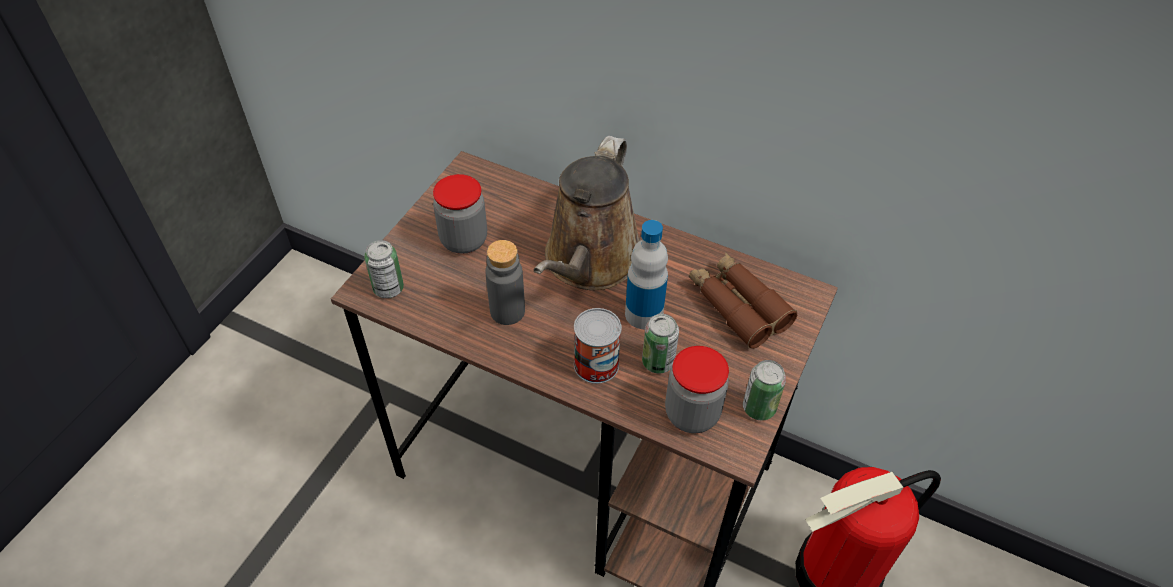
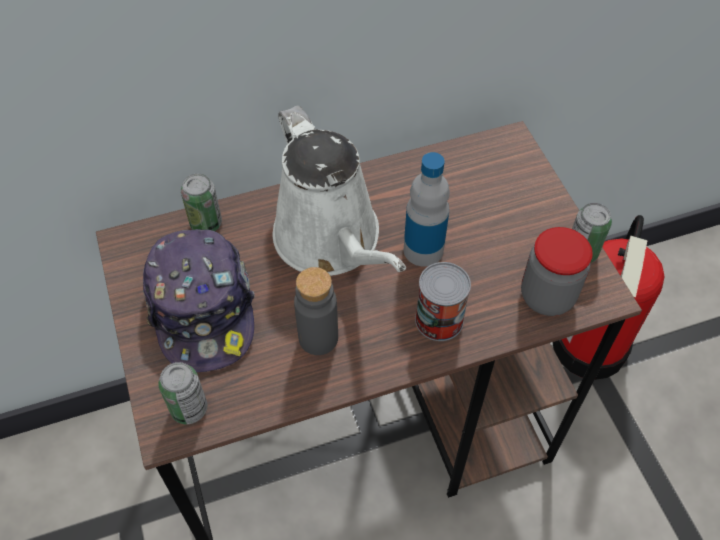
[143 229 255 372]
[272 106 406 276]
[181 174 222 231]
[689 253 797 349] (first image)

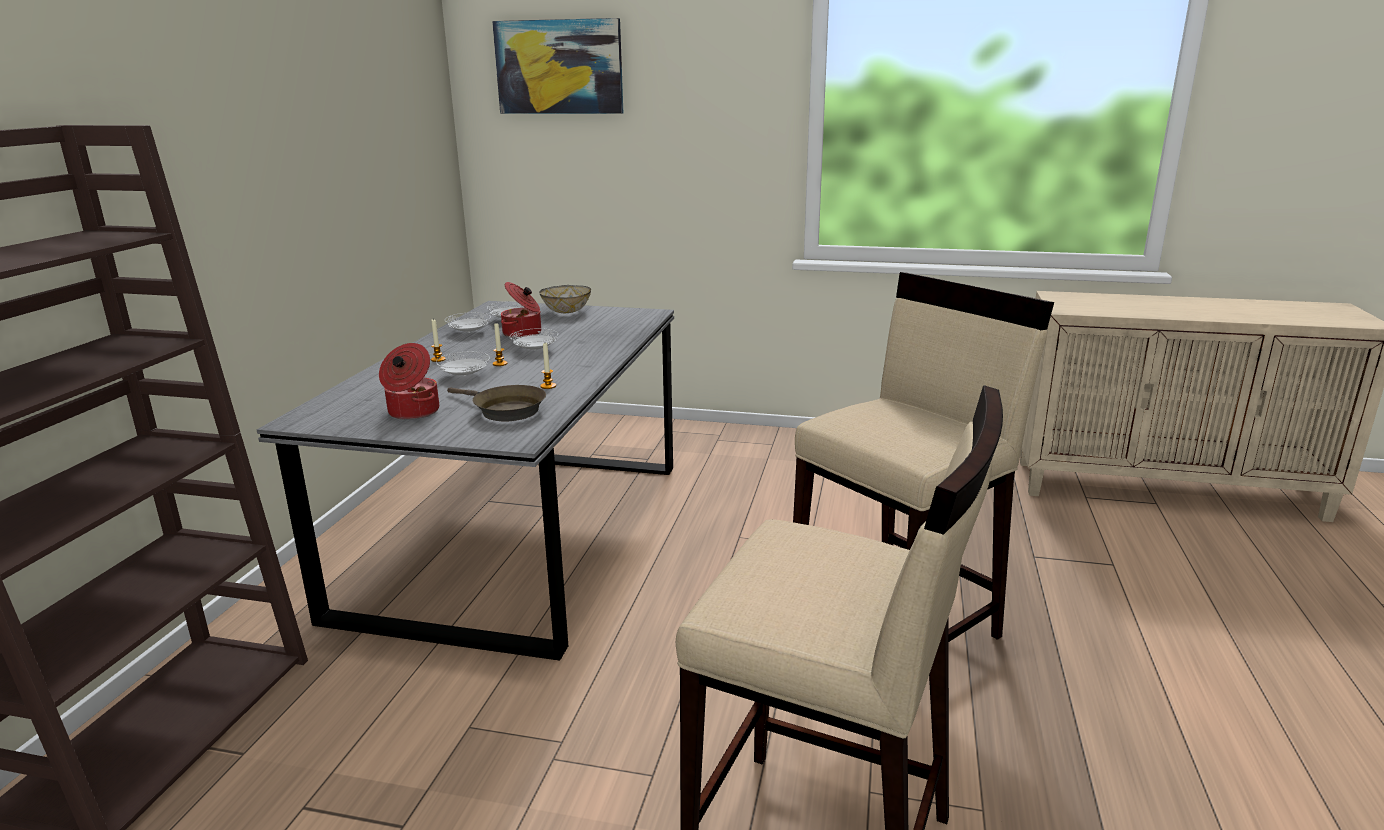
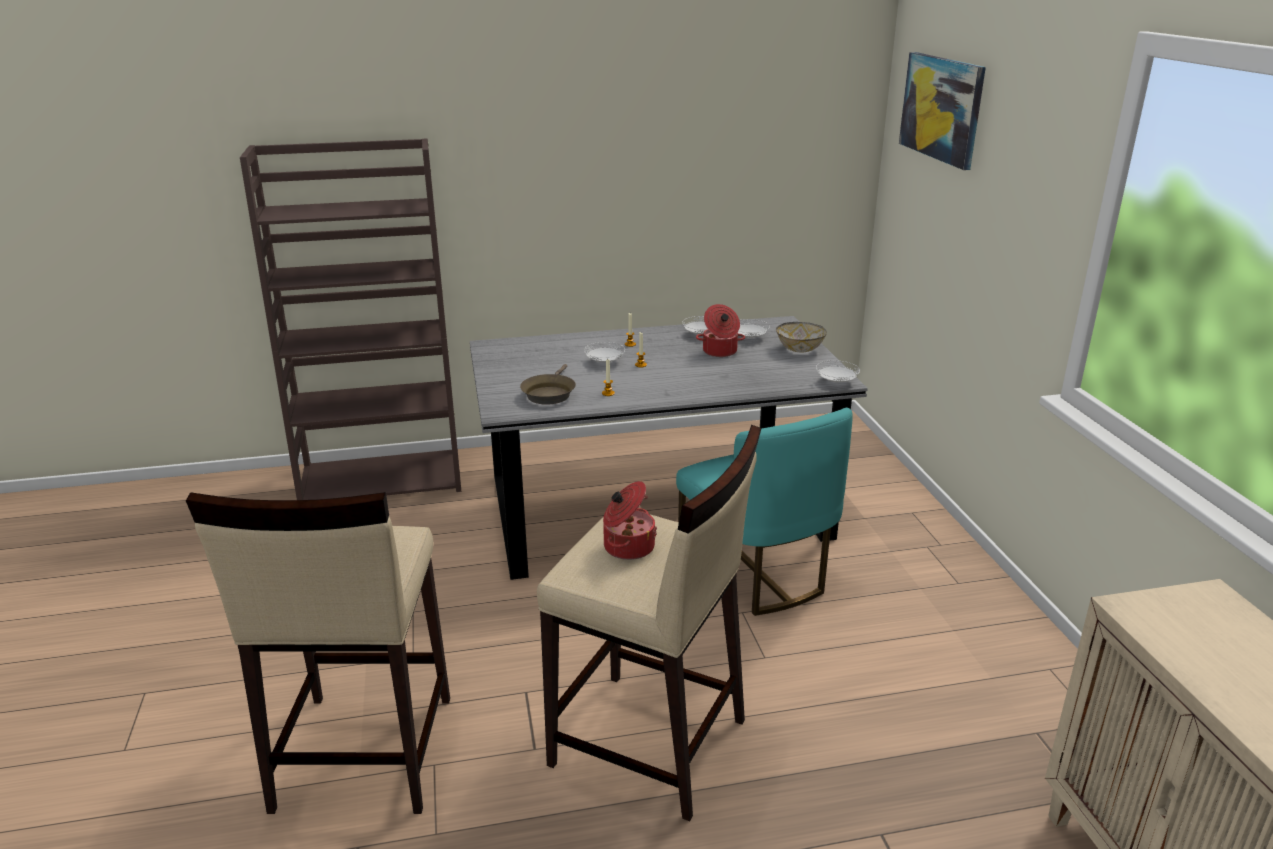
[603 481 657 560]
[816 360 860 382]
[676 408 853 616]

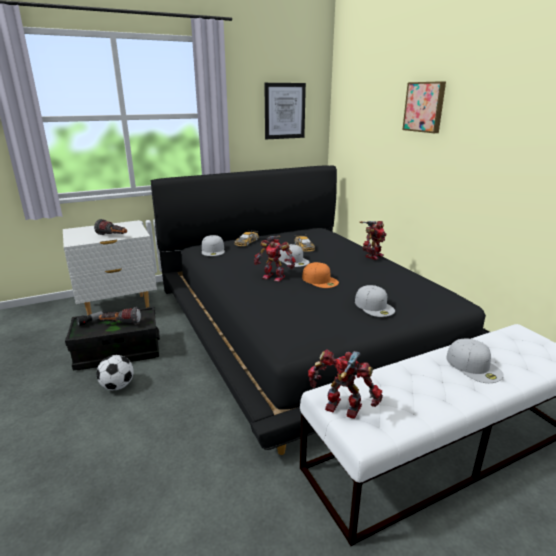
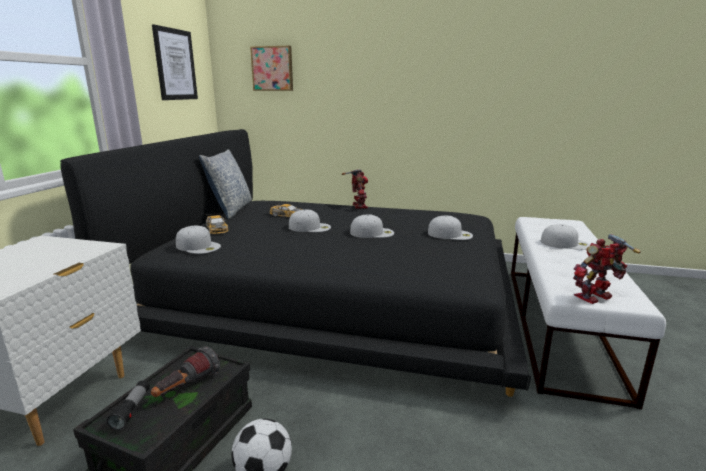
[94 219 127 235] (first image)
[254 235 296 282] (first image)
[350 214 394 238]
[250 46 293 91]
[199 149 252 219]

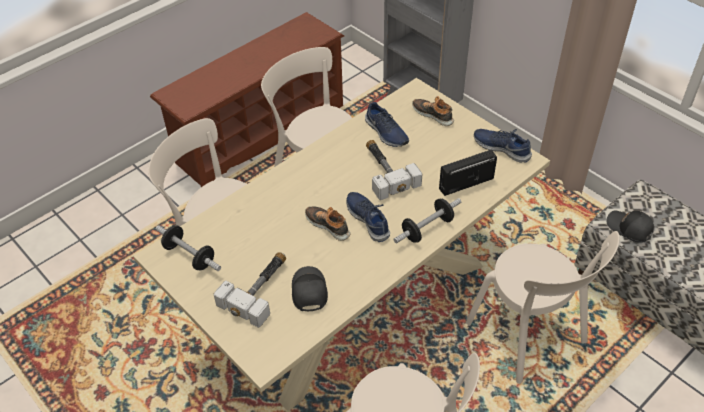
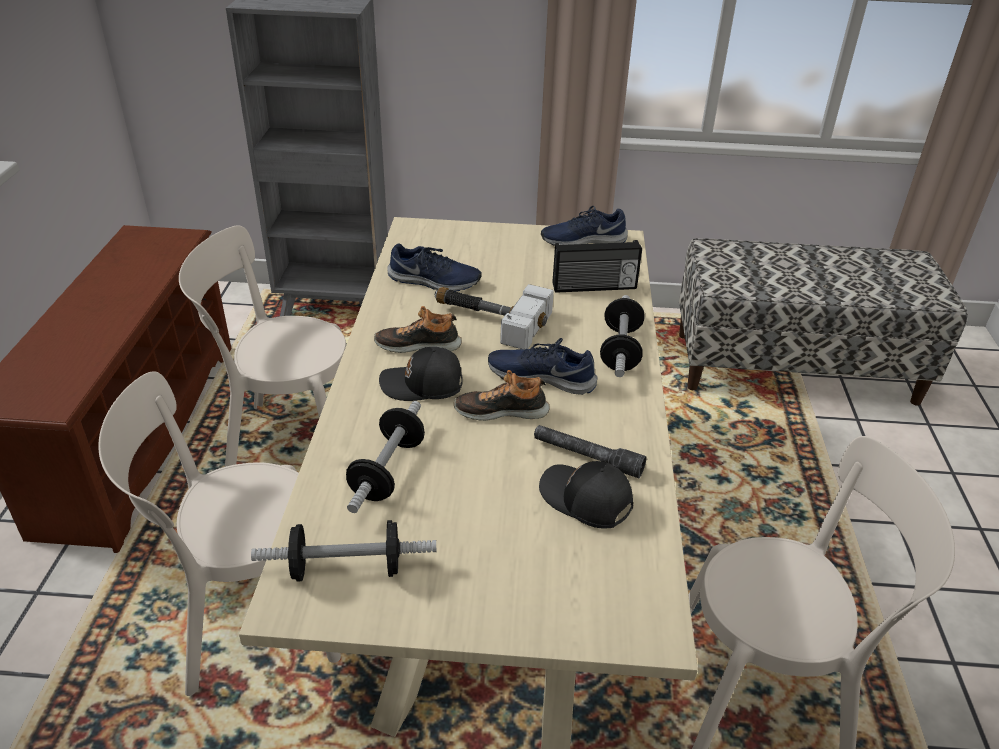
[214 252 286 328] (first image)
[374 306 462 353]
[552 240 642 293]
[466 231 619 384] (first image)
[379 347 463 401]
[346 401 425 513]
[534 425 647 478]

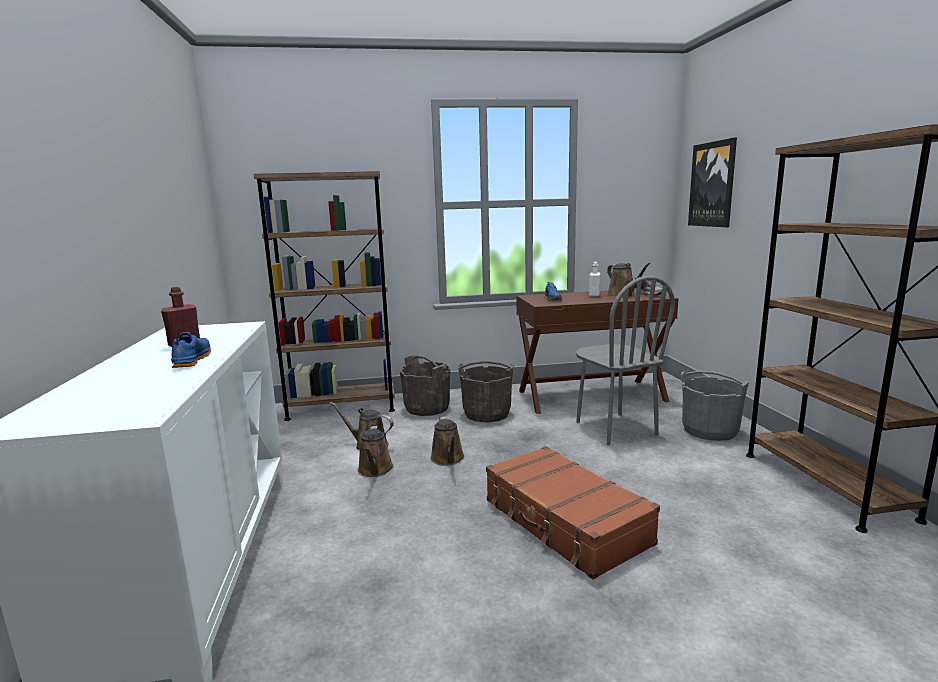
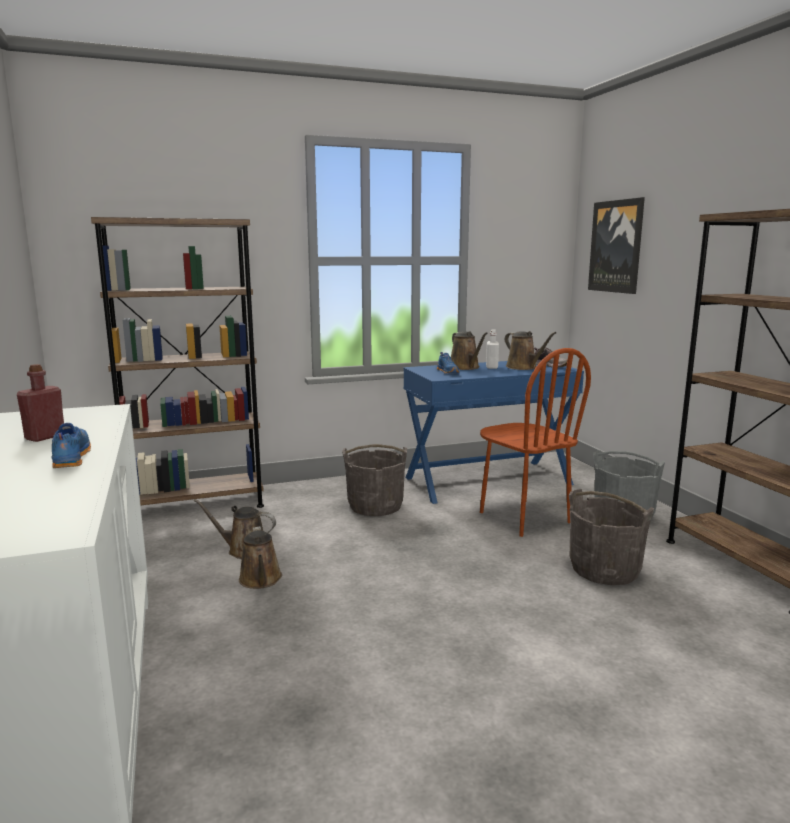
[569 489 654 585]
[451 331 488 370]
[486 446 660 579] (first image)
[403 361 584 504]
[480 348 591 537]

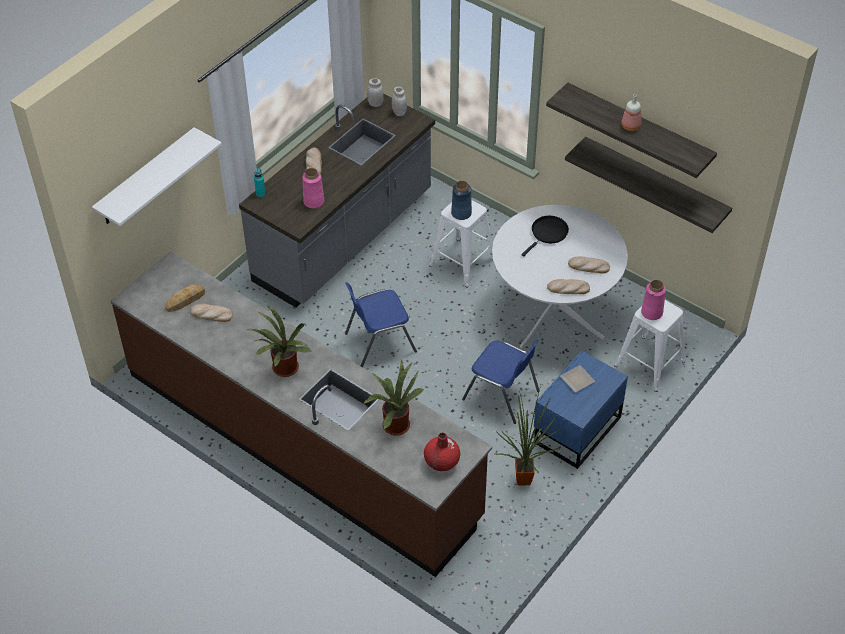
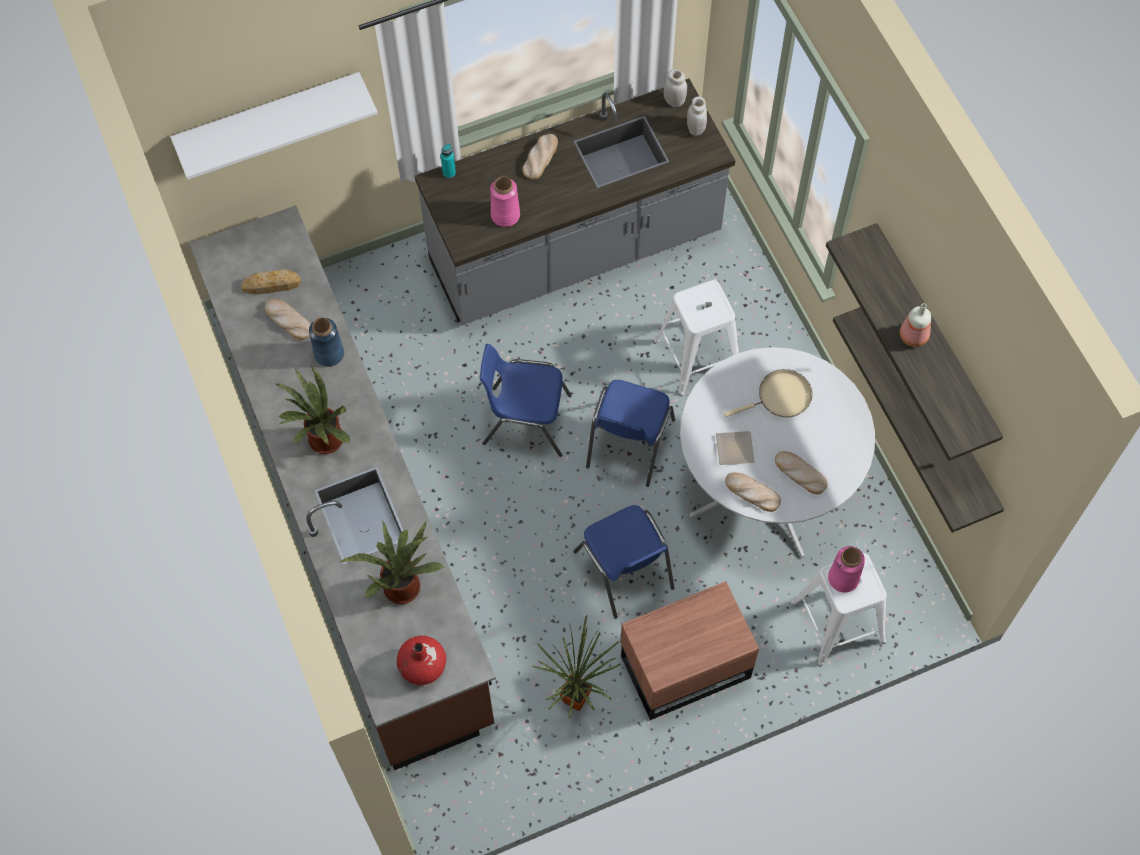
[309 317 344 367]
[724 369 812 418]
[620 581 759 720]
[716 431 754 465]
[586 380 675 487]

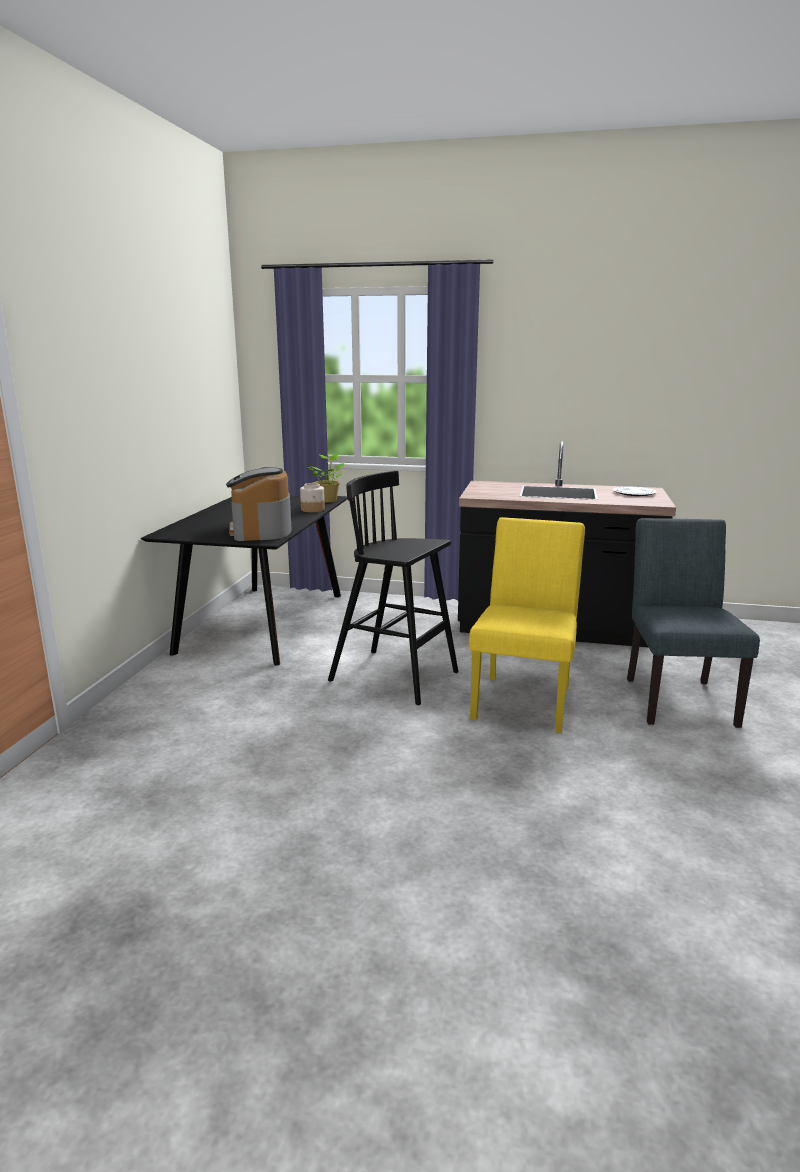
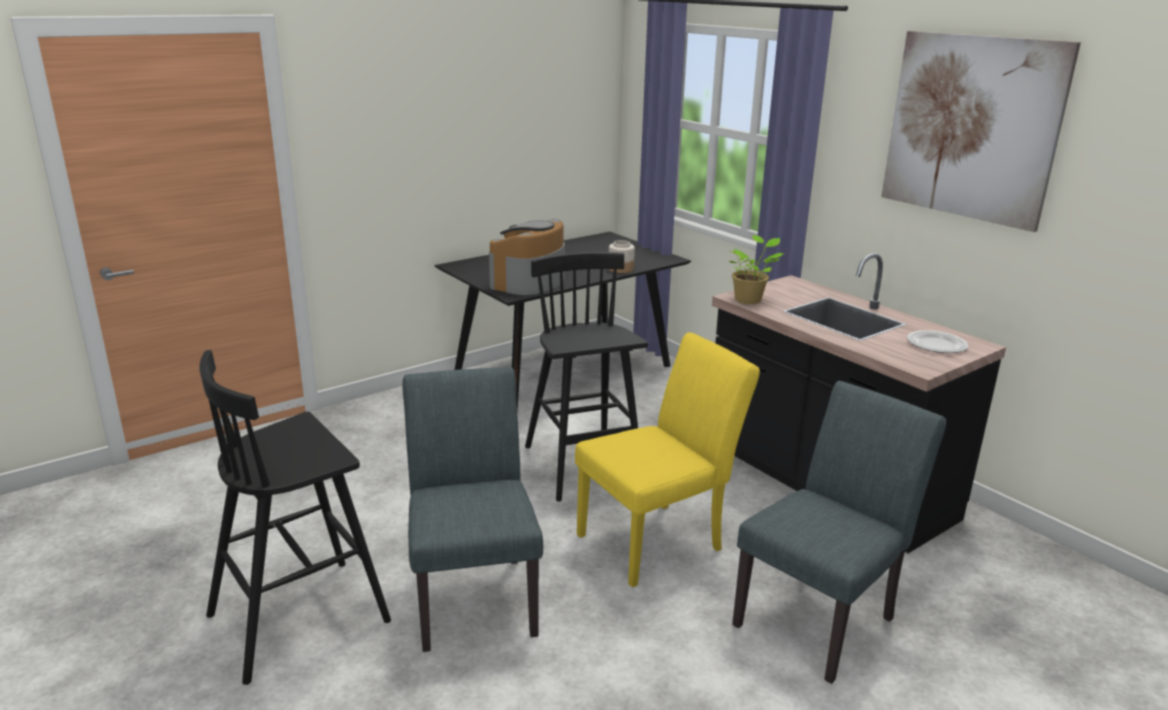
[729 235 784 304]
[199 350 391 685]
[402 367 543 652]
[881 31 1081 232]

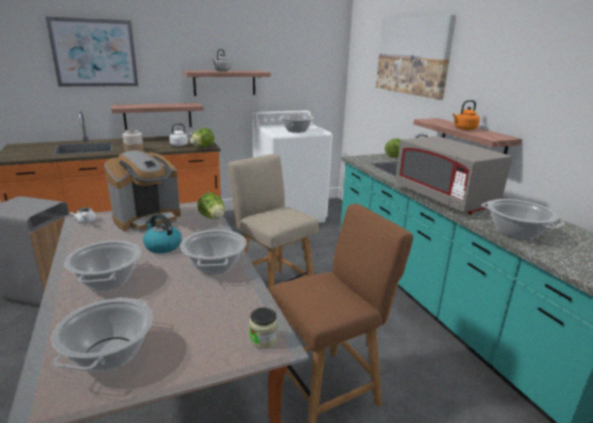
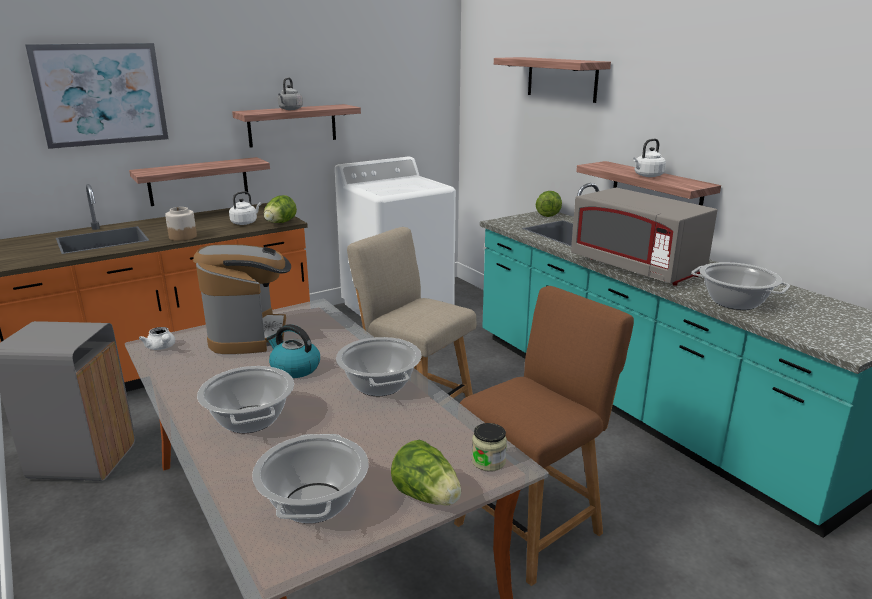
[193 244 291 354]
[391 440 461 506]
[279 114 315 133] (first image)
[494 57 611 103]
[633 139 666 177]

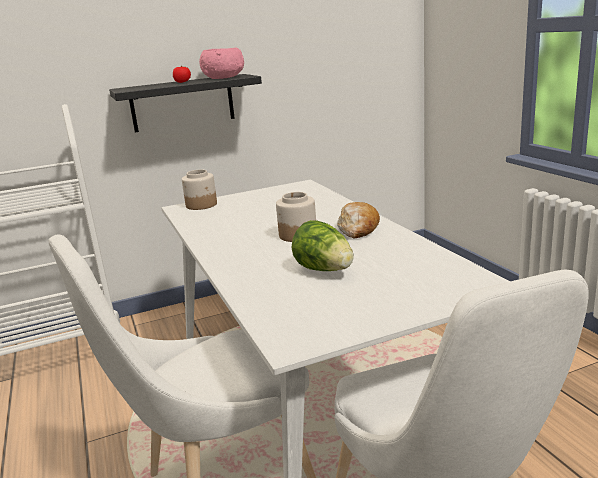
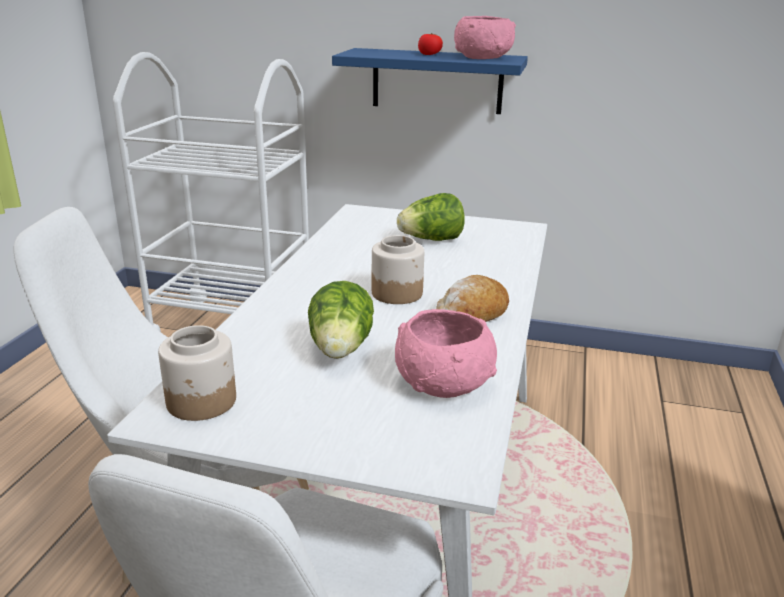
[332 48 528 114]
[158 325 236 421]
[395 309 497 398]
[397 193 465 241]

